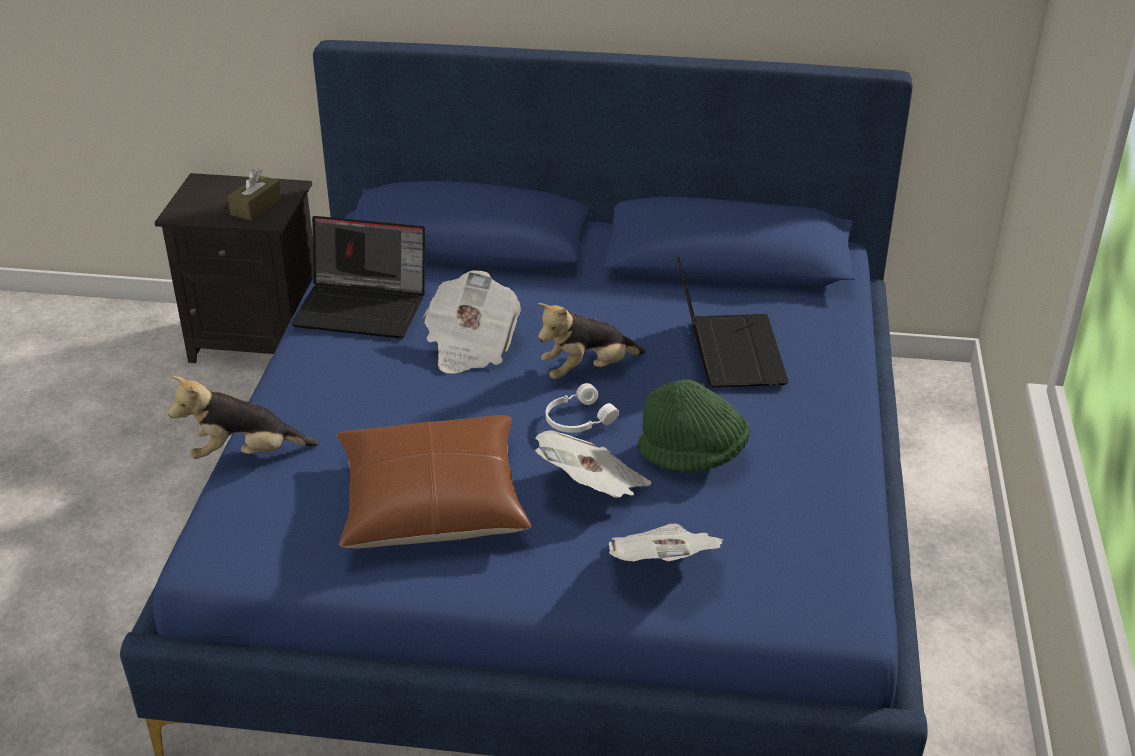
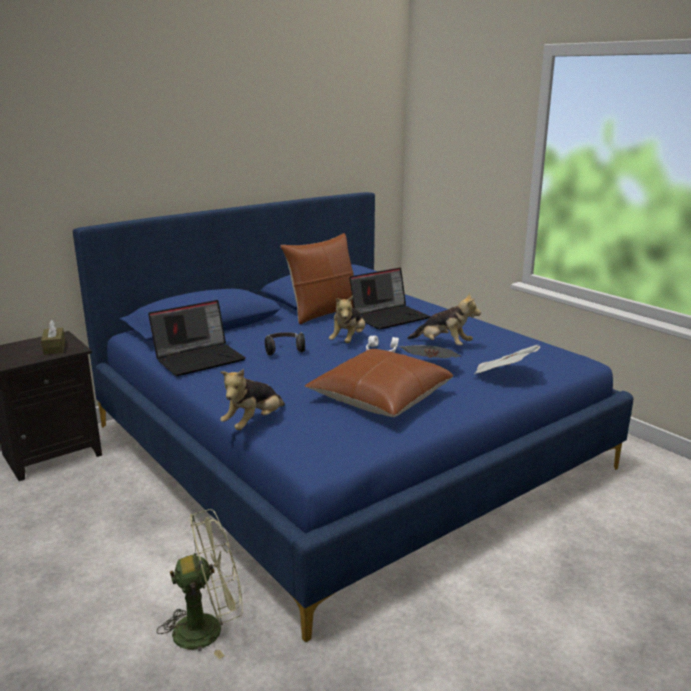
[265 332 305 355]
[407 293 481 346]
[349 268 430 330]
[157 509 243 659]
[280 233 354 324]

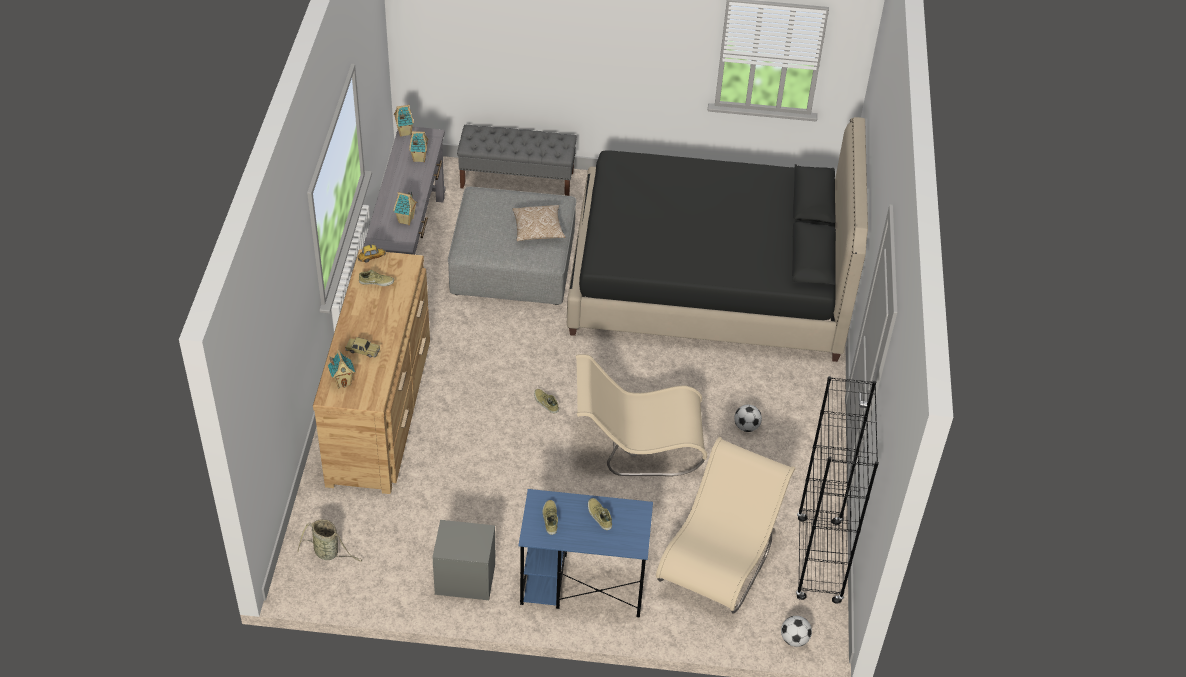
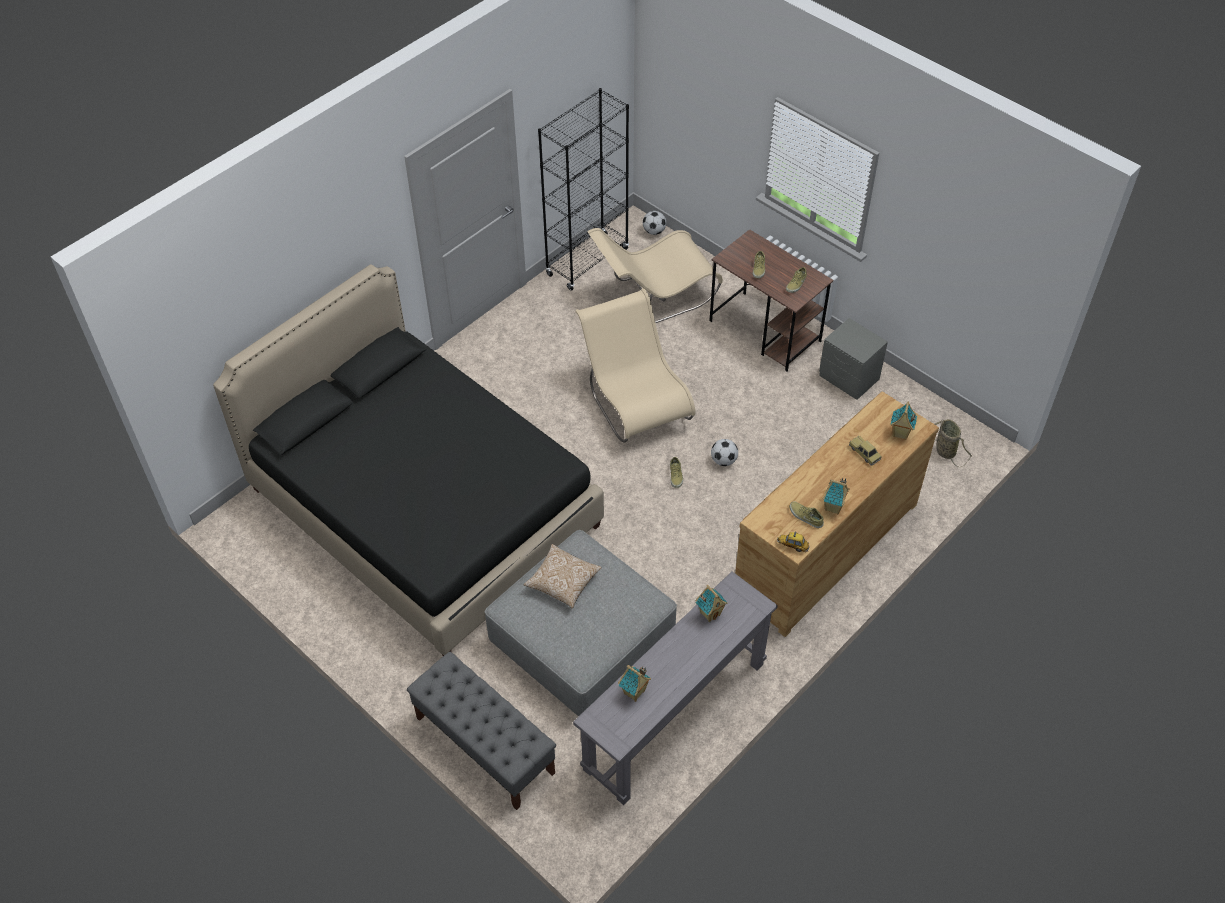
[823 478 850 514]
[709 229 833 371]
[576 288 695 443]
[711 439 738 466]

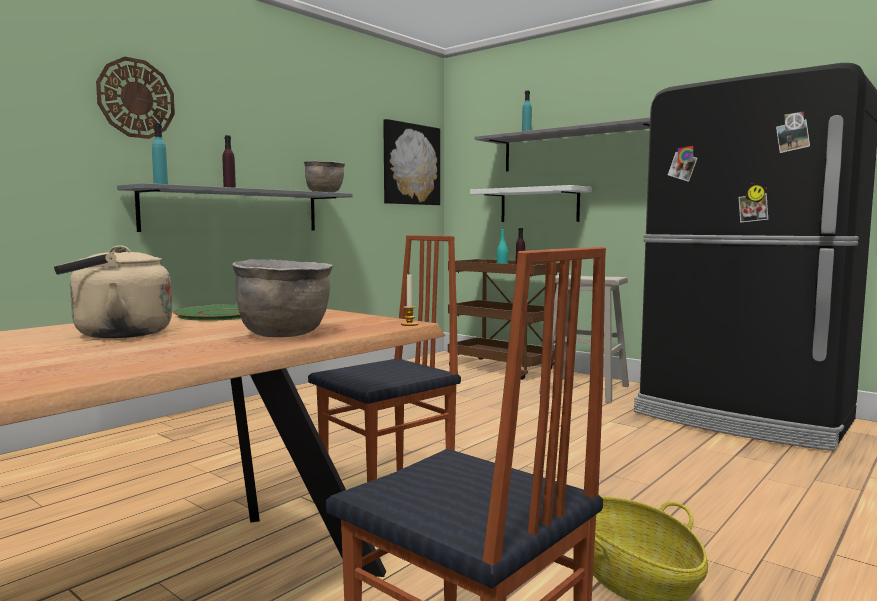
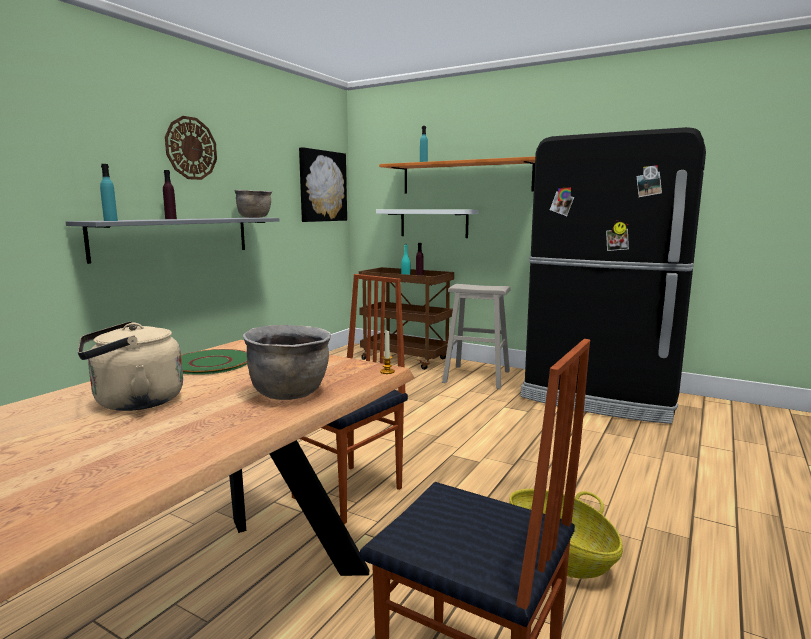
[165 116 217 180]
[379 156 535 193]

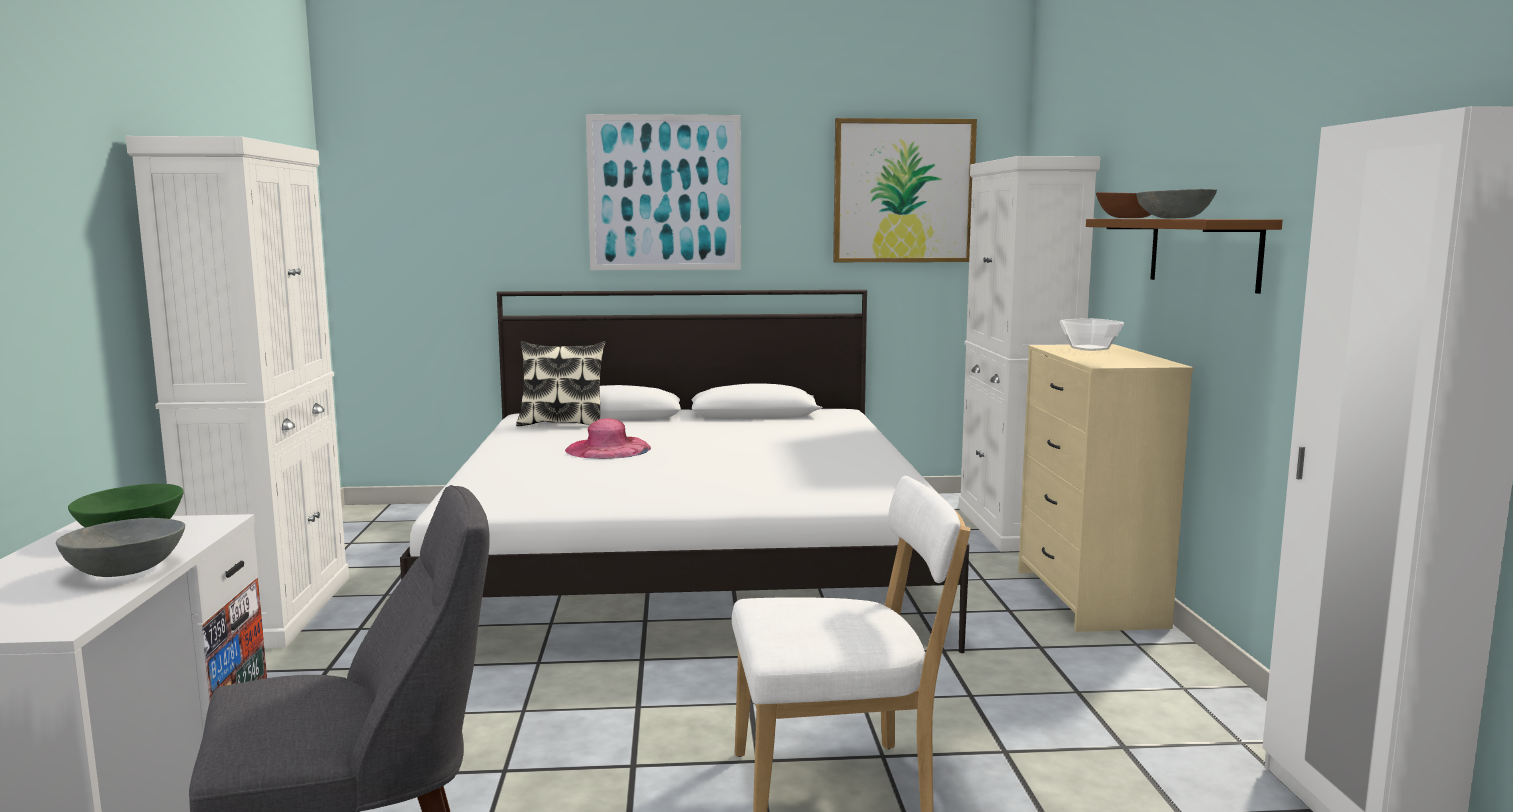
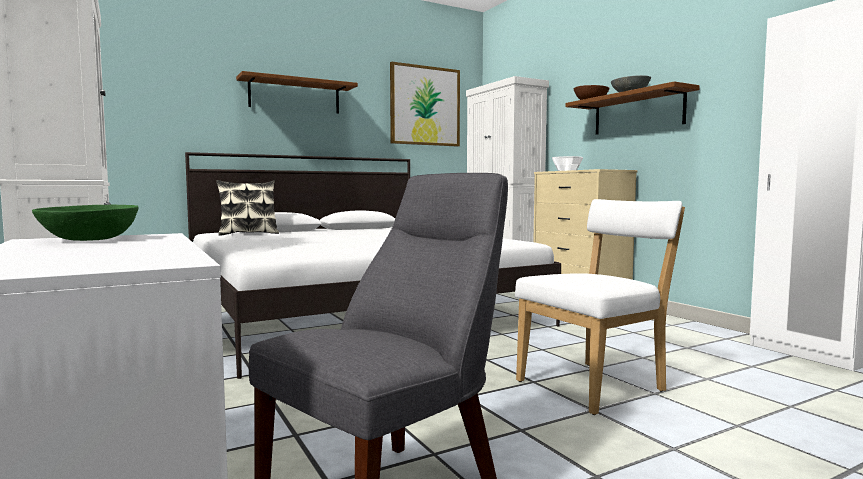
[56 518 185 577] (first image)
[565 418 651 459] (first image)
[236 71 358 114]

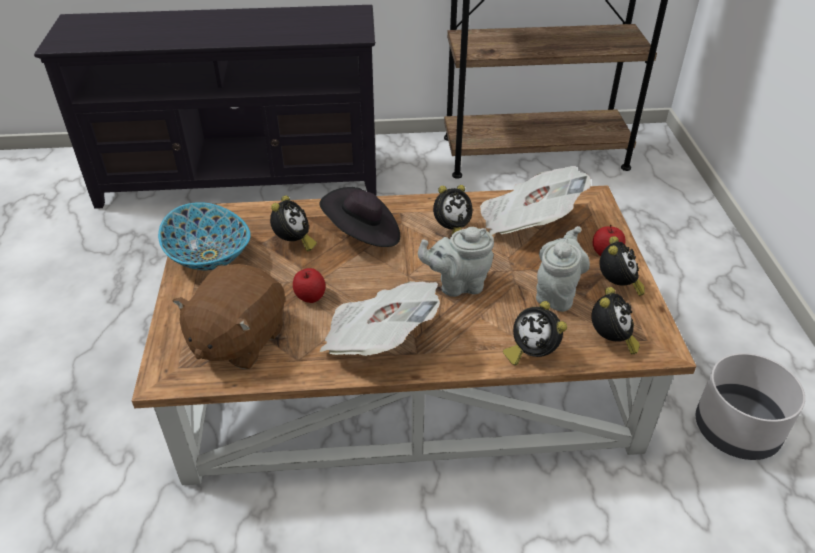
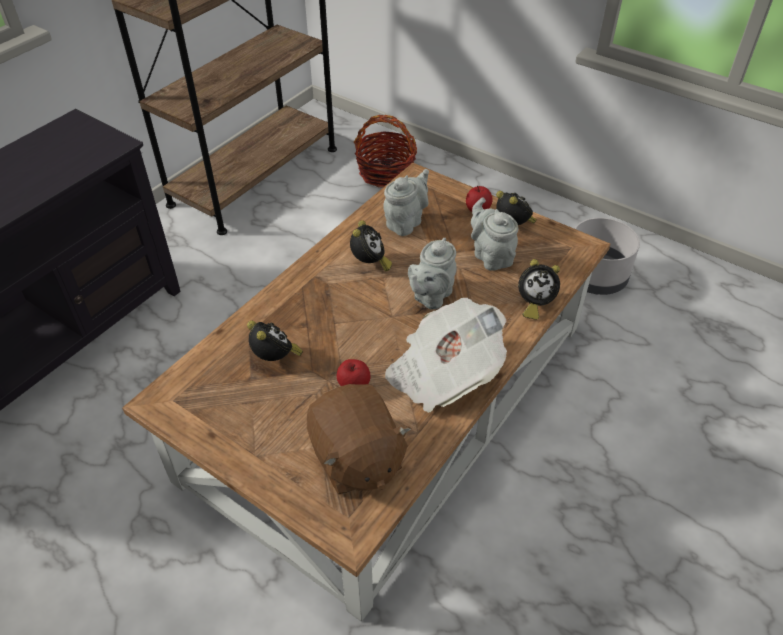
[158 202 251 270] (first image)
[319 187 400 247] (first image)
[383 169 429 236]
[592 287 640 355] (first image)
[354 115 417 188]

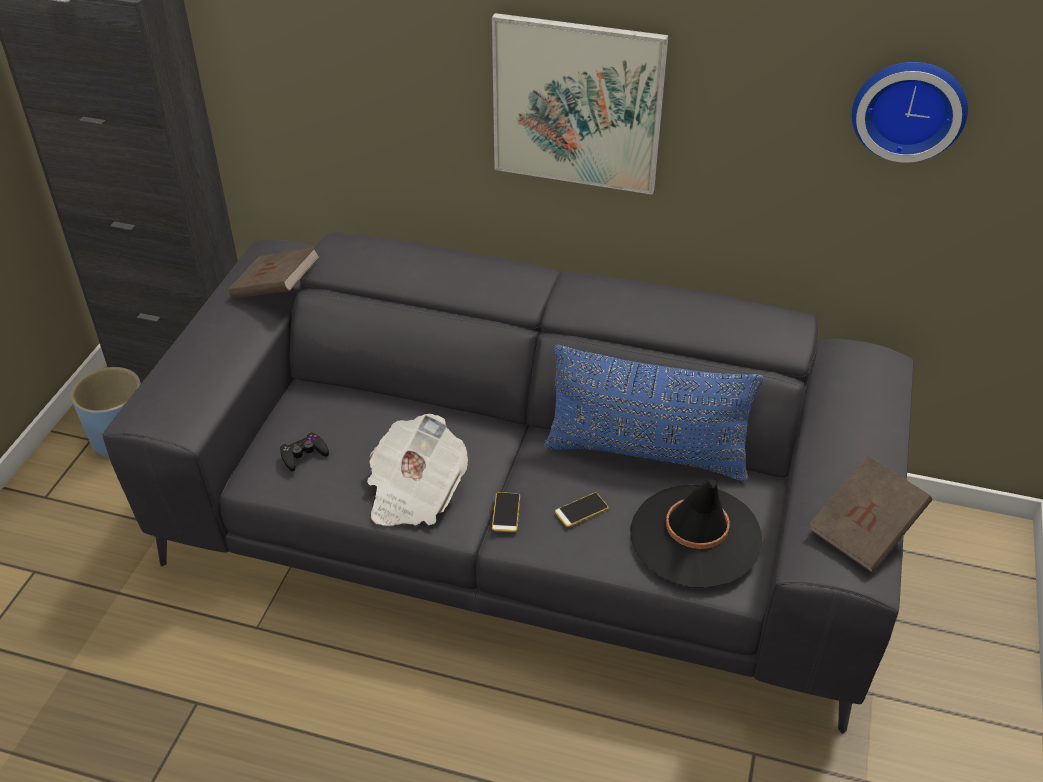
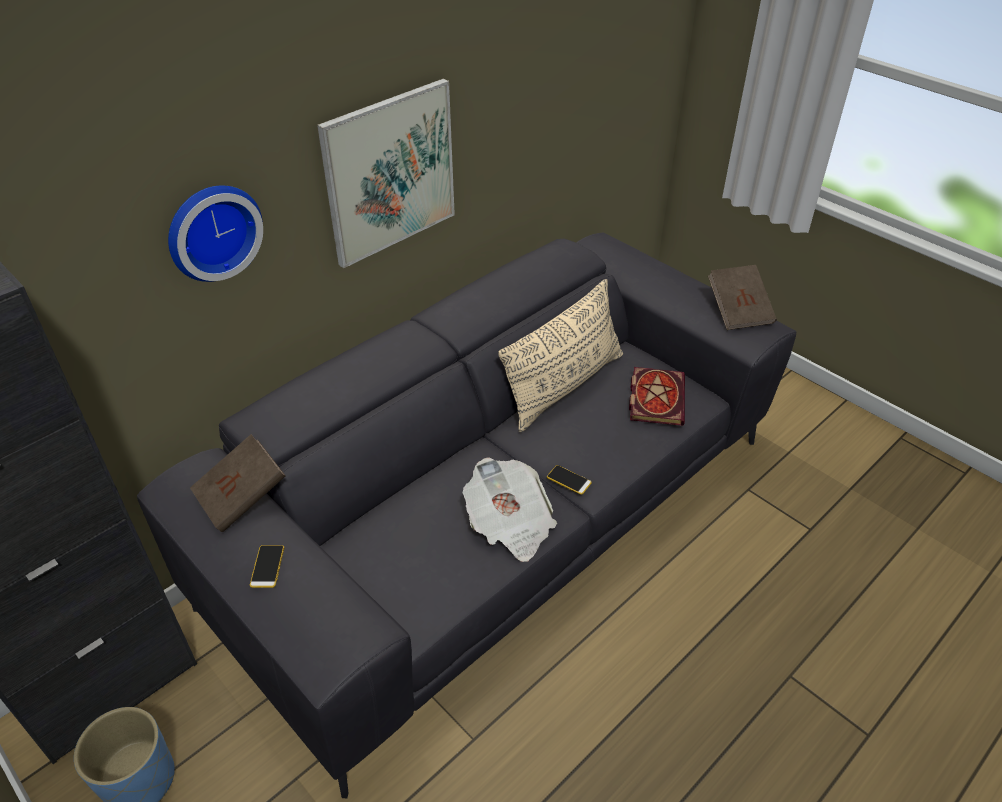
[280 432 329 472] (first image)
[498 279 623 432]
[250 545 284 588]
[629 367 685 426]
[168 185 263 282]

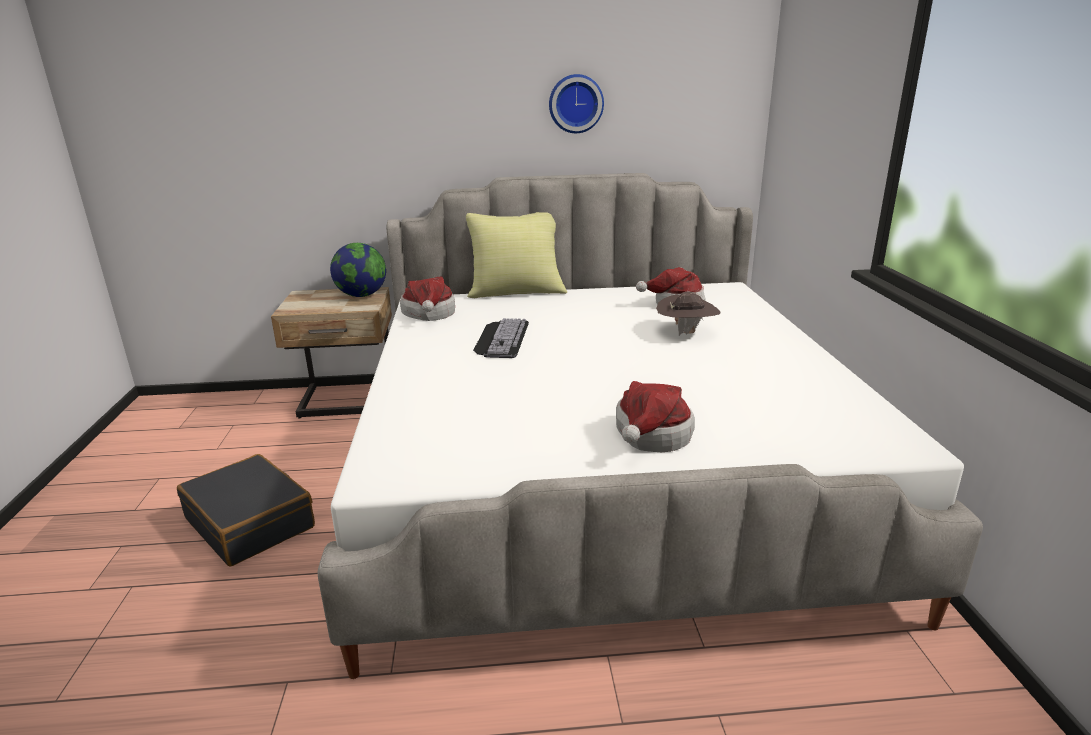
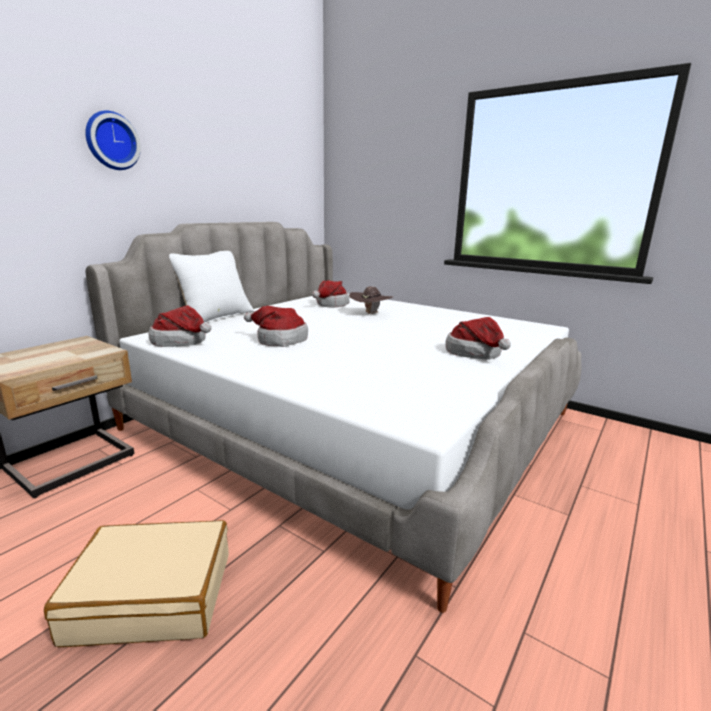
[44 520 229 647]
[330 243 386 297] (first image)
[169 251 255 323]
[244 306 308 347]
[85 111 141 170]

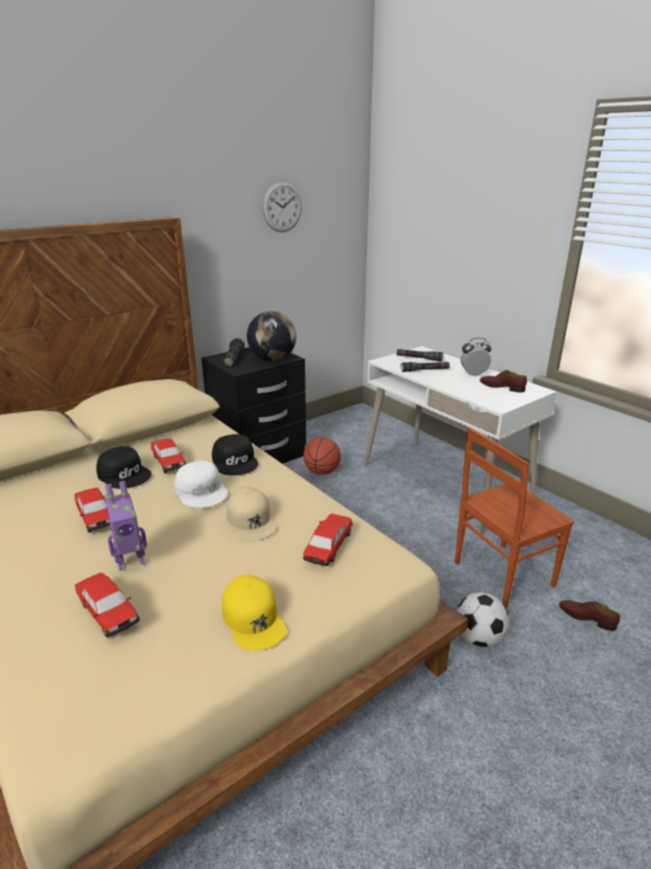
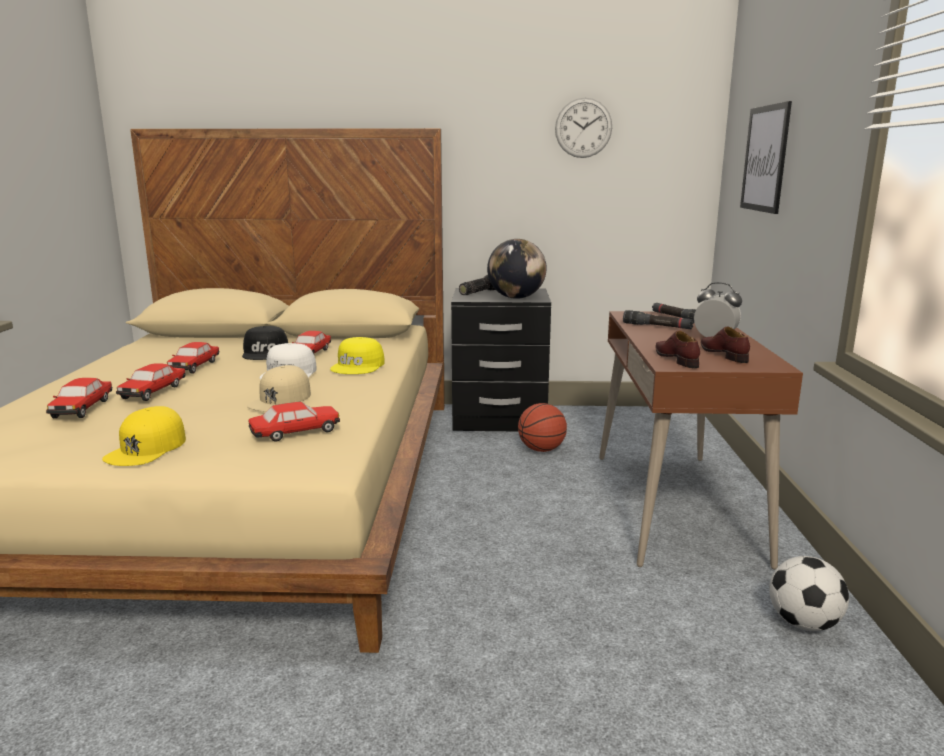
[116 363 186 401]
[330 337 384 374]
[599 311 803 570]
[455 427 575 608] (first image)
[769 556 849 631]
[655 331 700 368]
[740 101 792 214]

